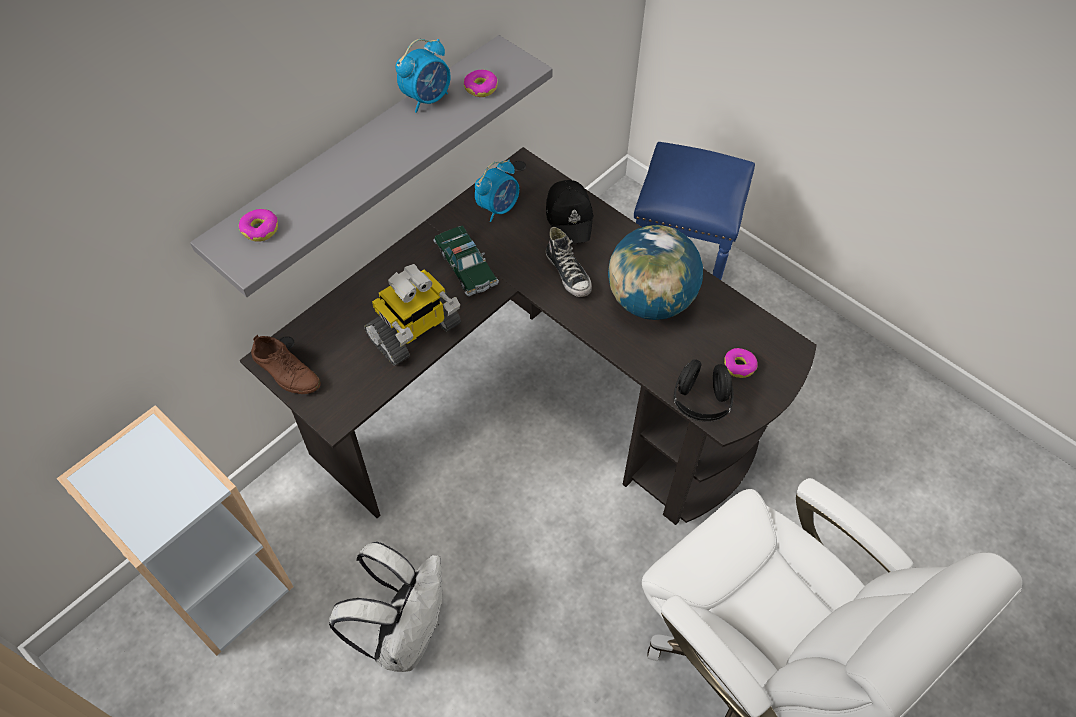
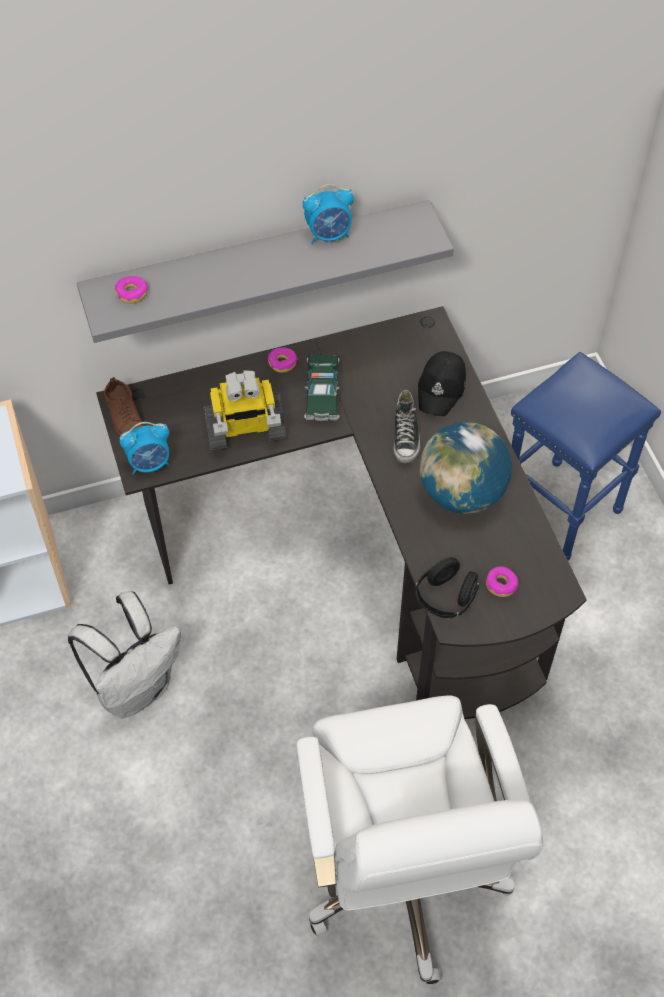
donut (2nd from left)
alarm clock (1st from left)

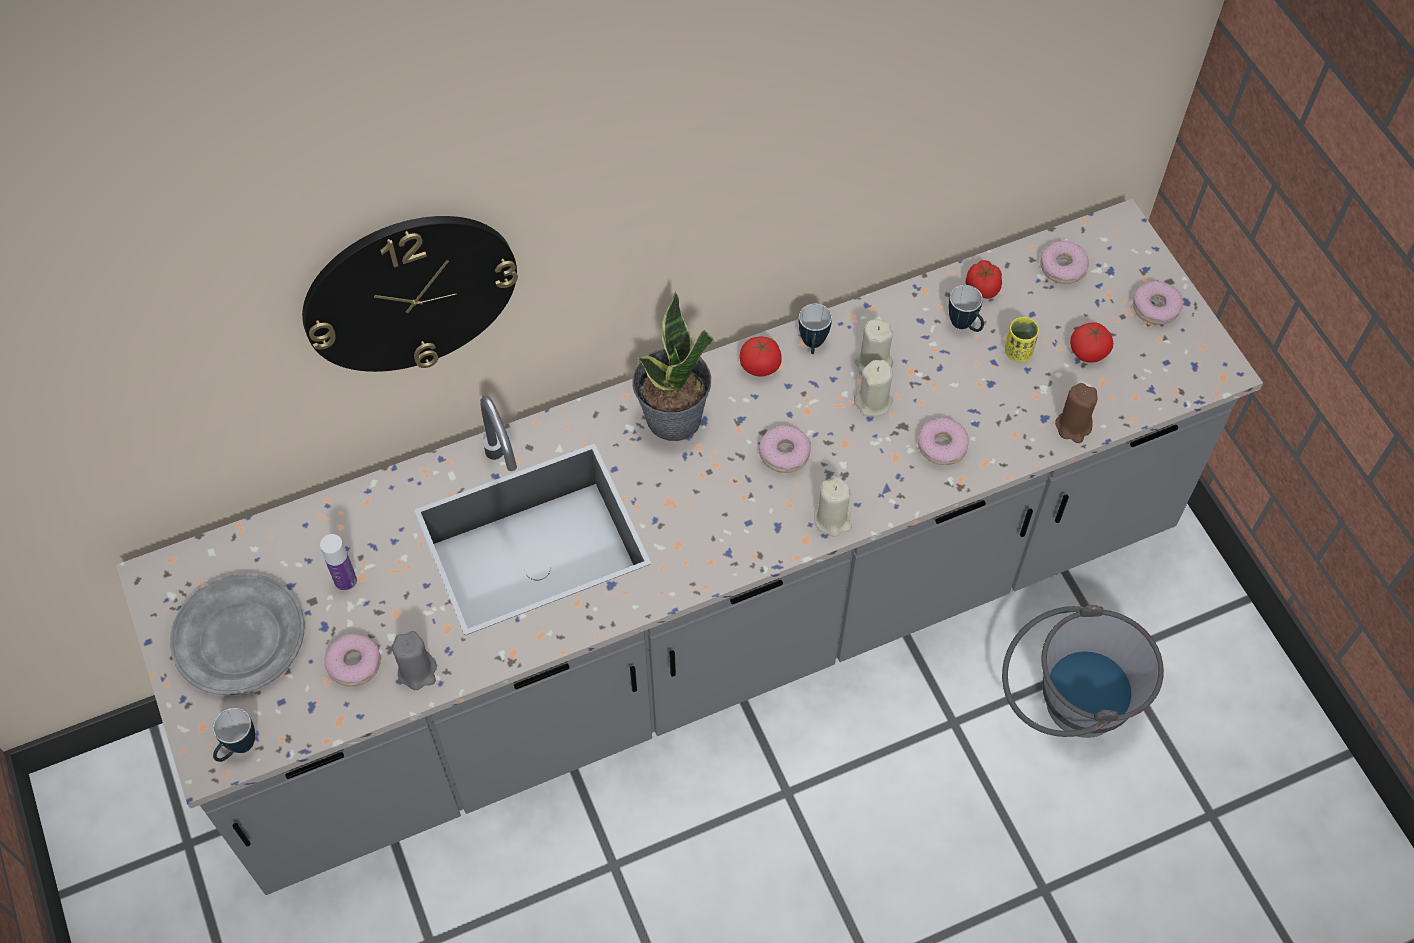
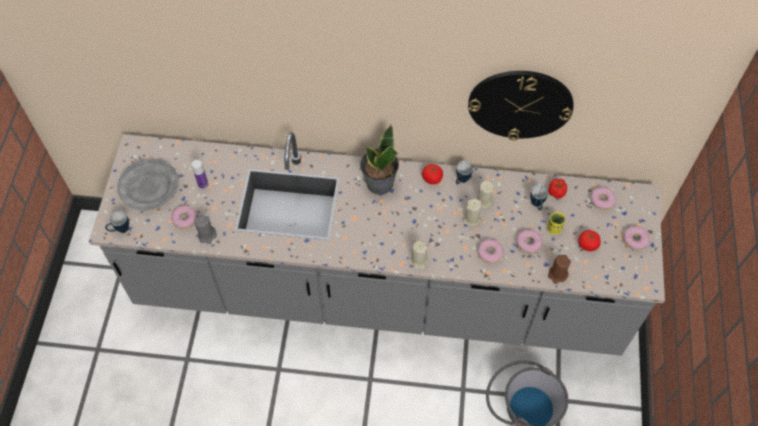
wall clock
donut (3rd from left)

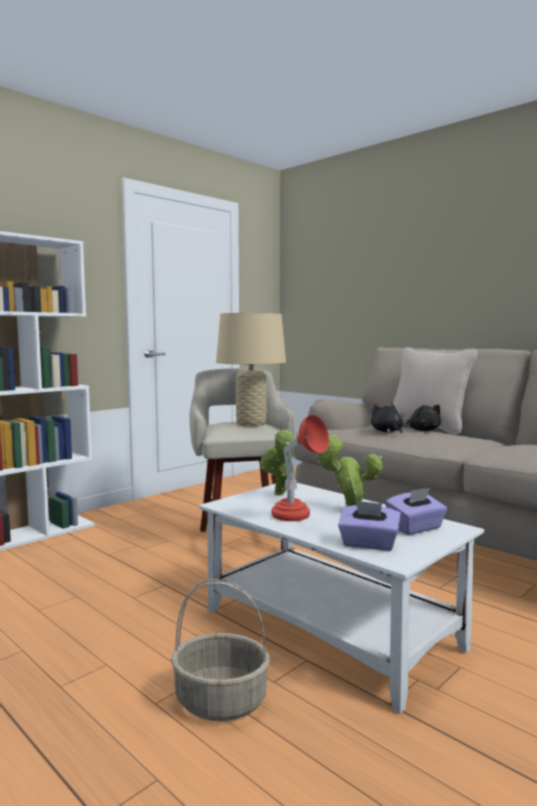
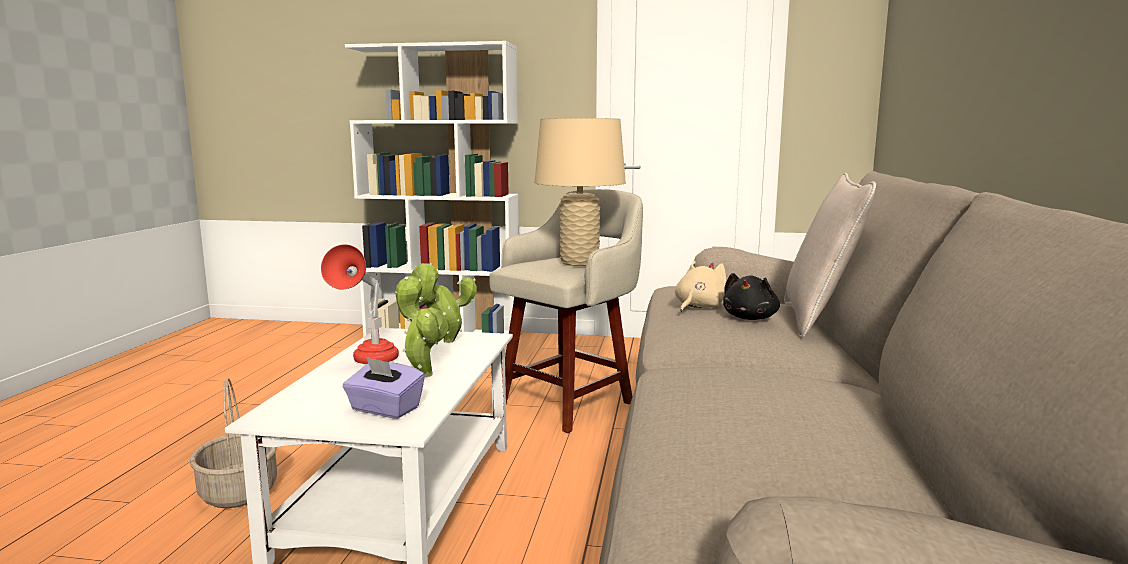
beige plush toy
purple tissue box (1st from left in the first image)

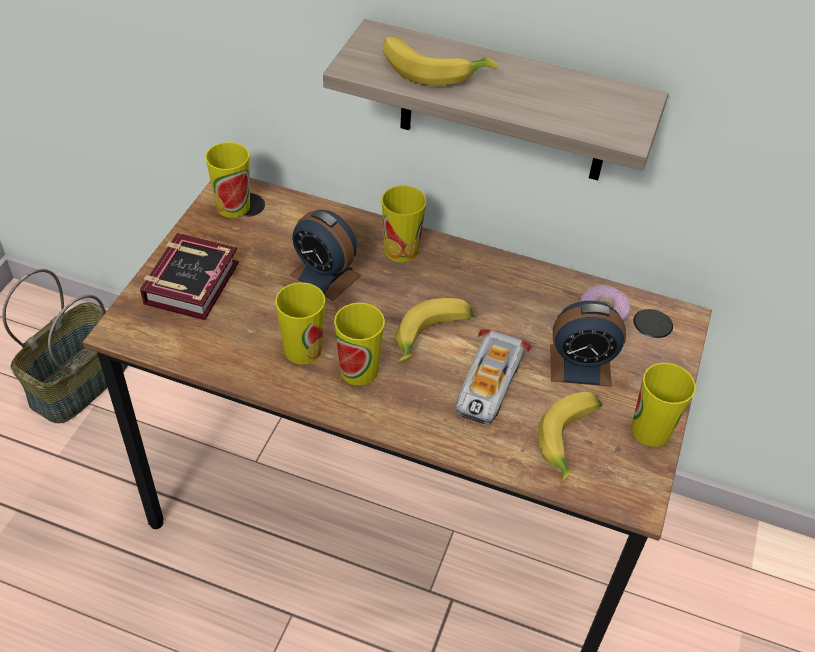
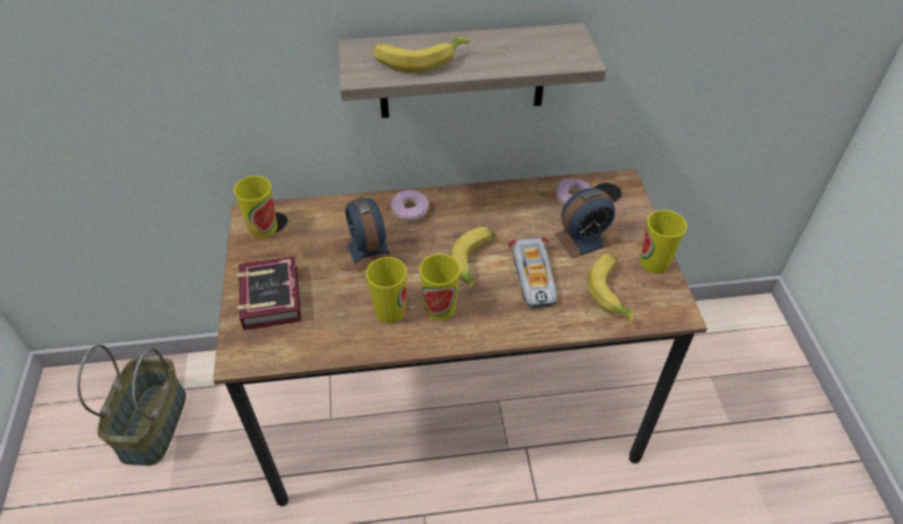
donut (1st from left)
alarm clock (1st from left)

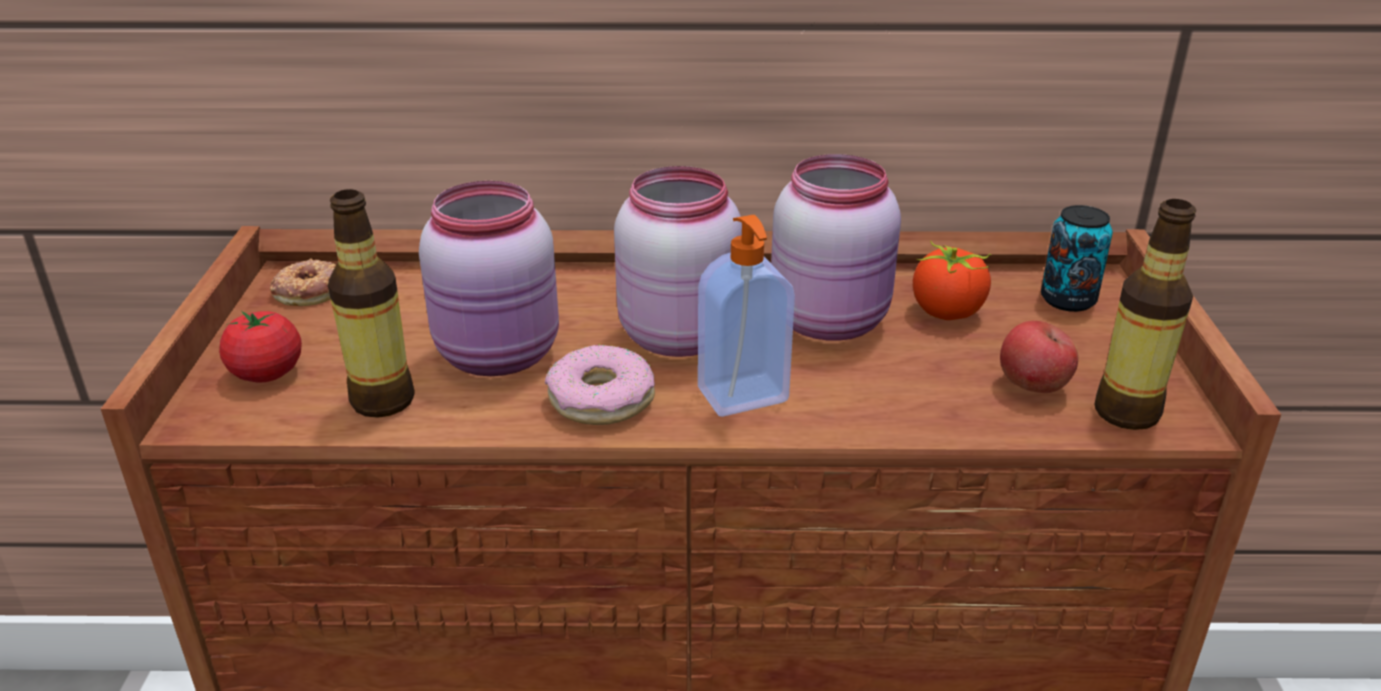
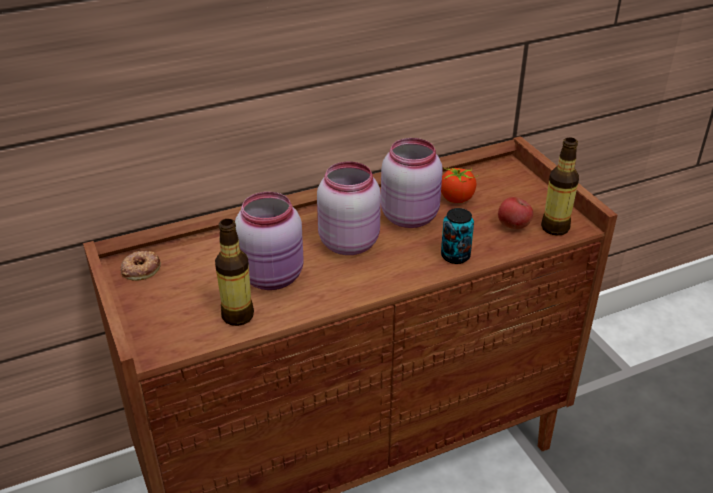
can
soap dispenser
tomato (1st from left in the first image)
donut (2nd from left in the first image)

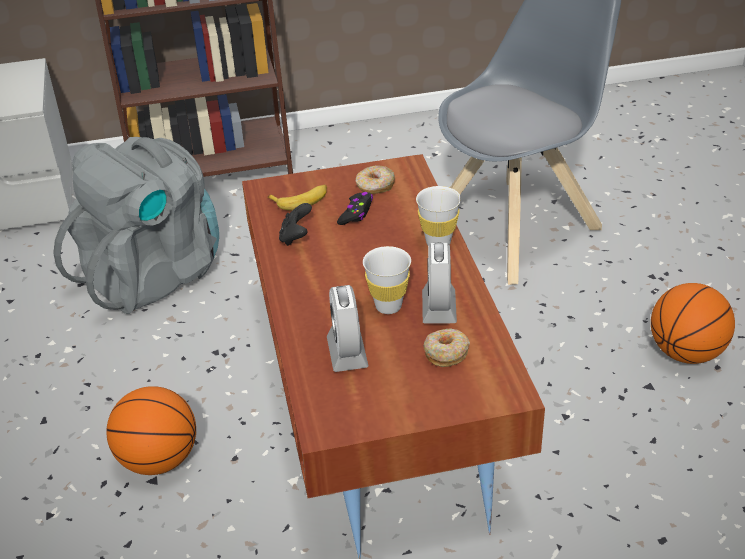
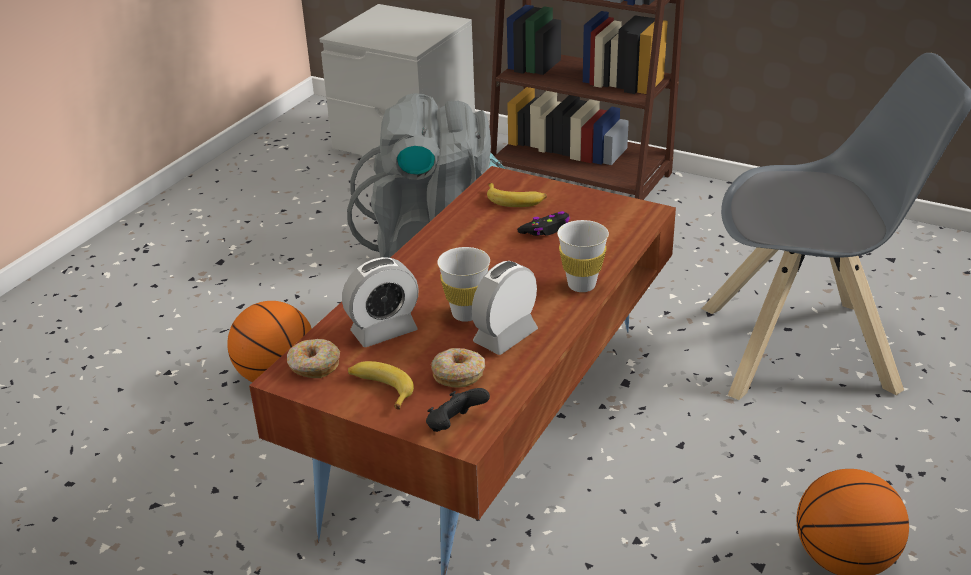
donut (1st from left)
black game controller (1st from left)
alarm clock (1st from left)
banana (1st from left)

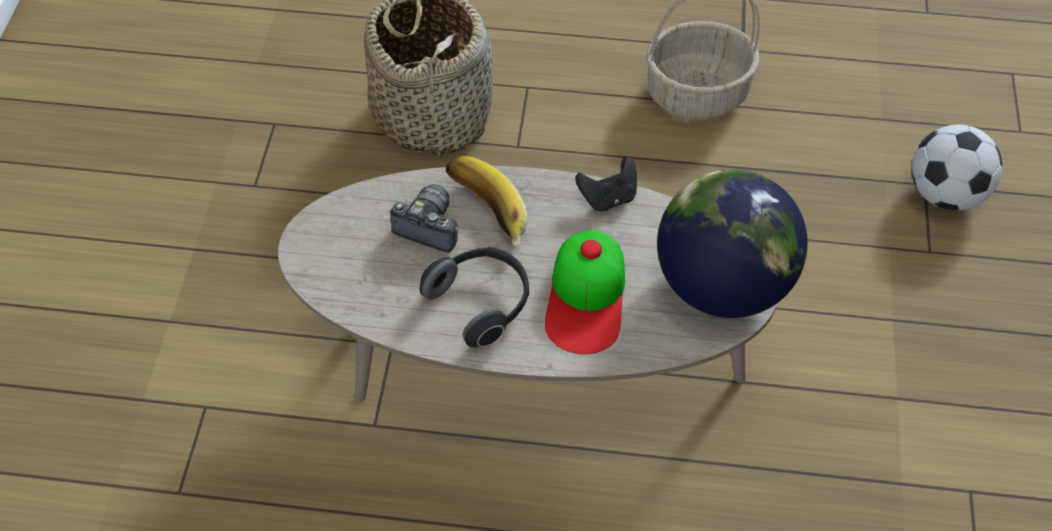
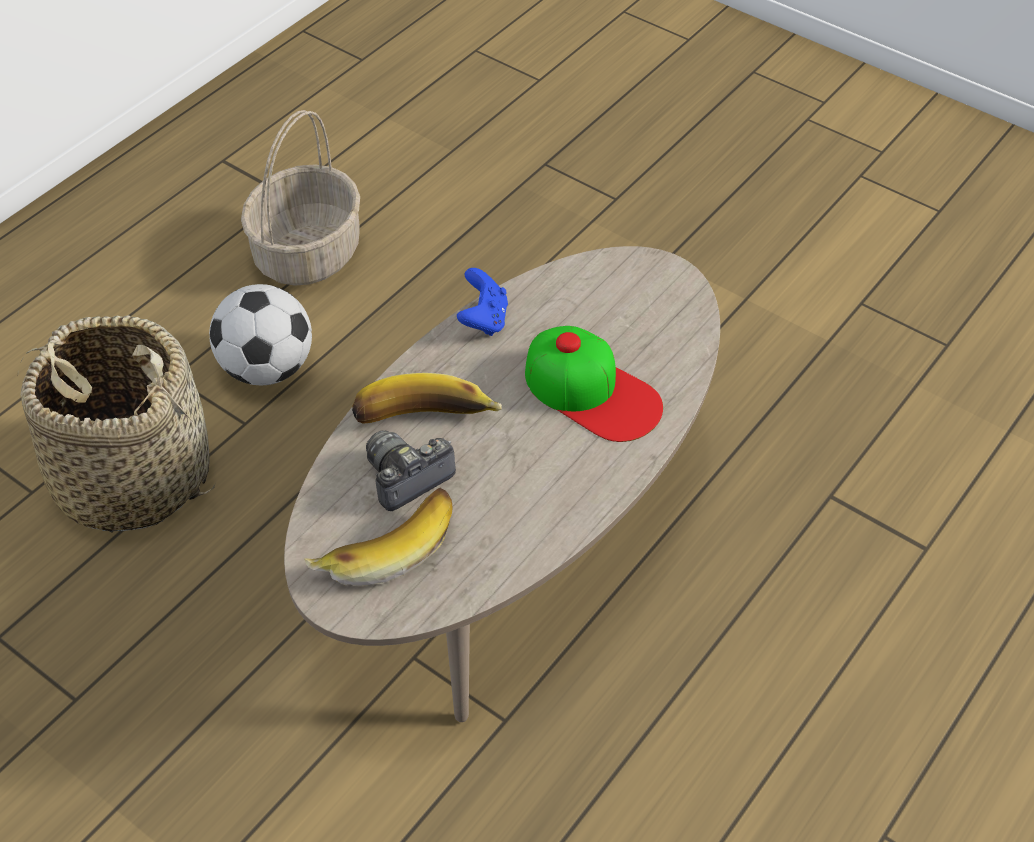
football
blue game controller
globe
headphones
banana (1st from left)

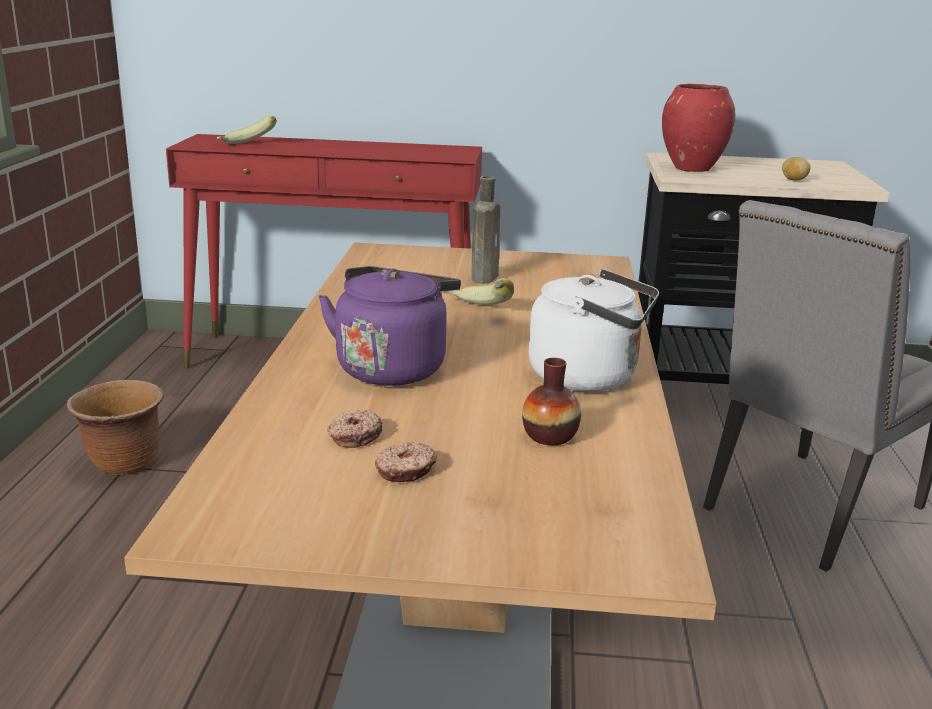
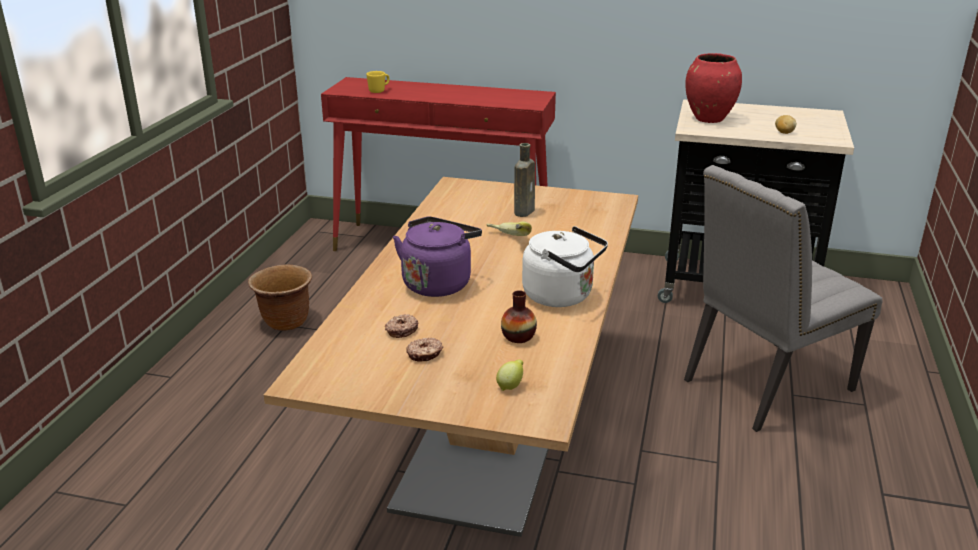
yellow mug
lemon

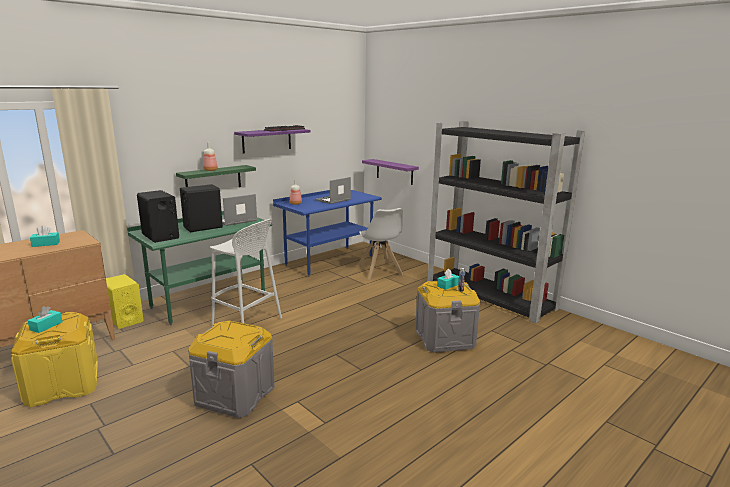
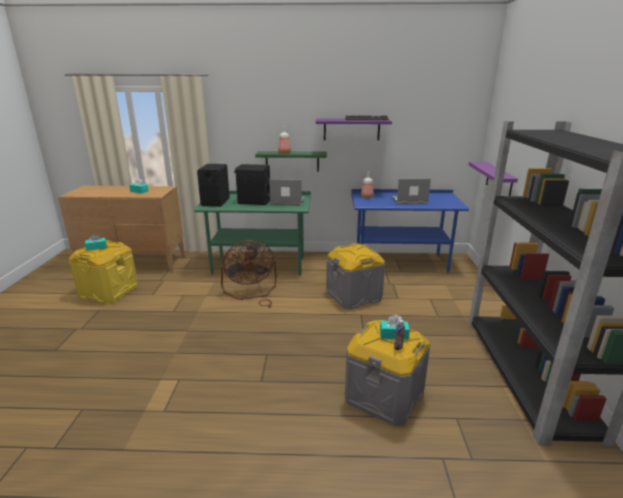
chair
brown fan
yellow speaker
grey storage box (1st from left)

